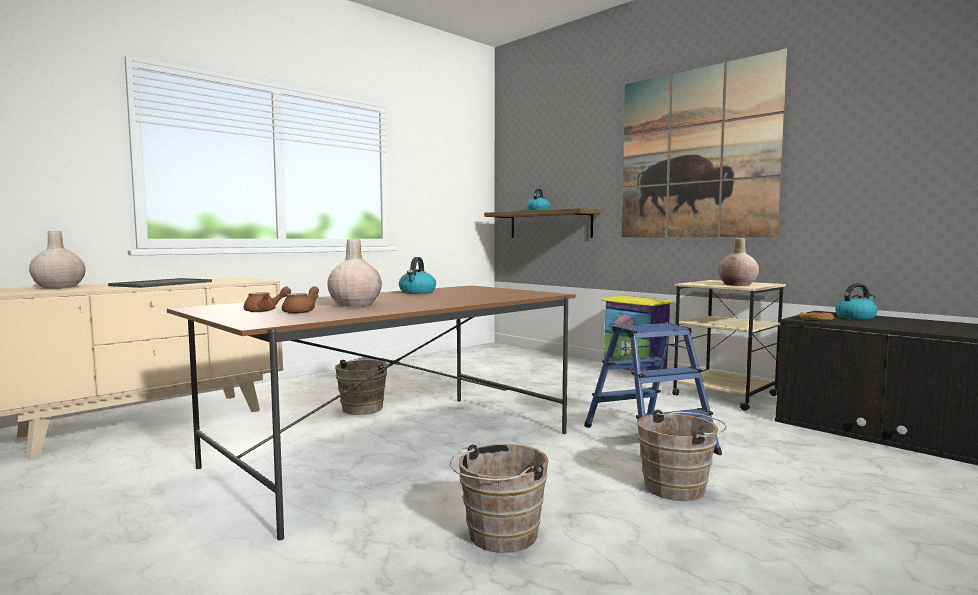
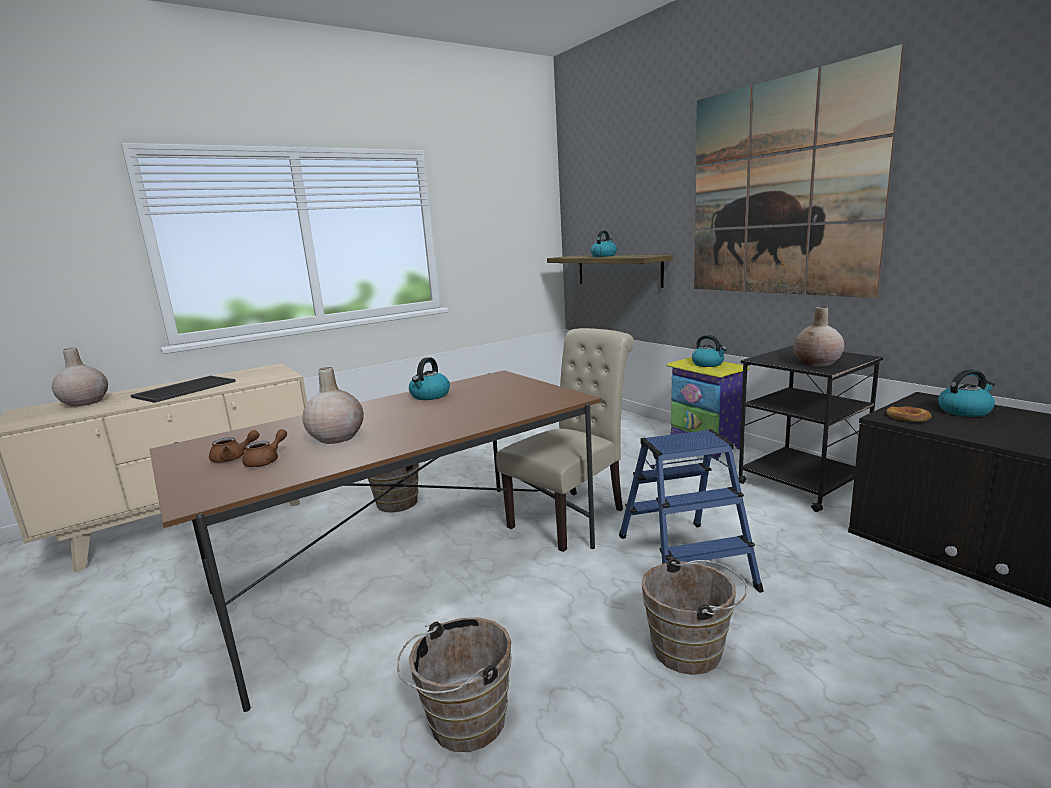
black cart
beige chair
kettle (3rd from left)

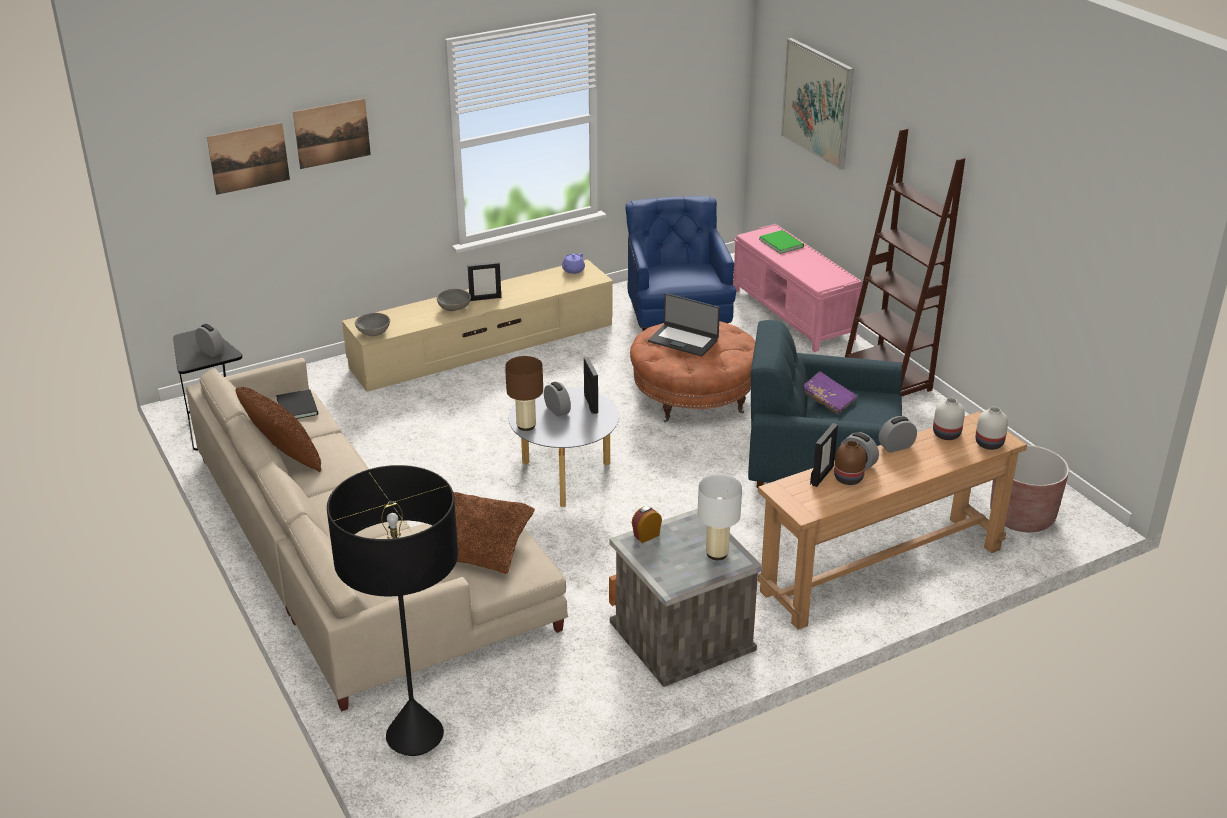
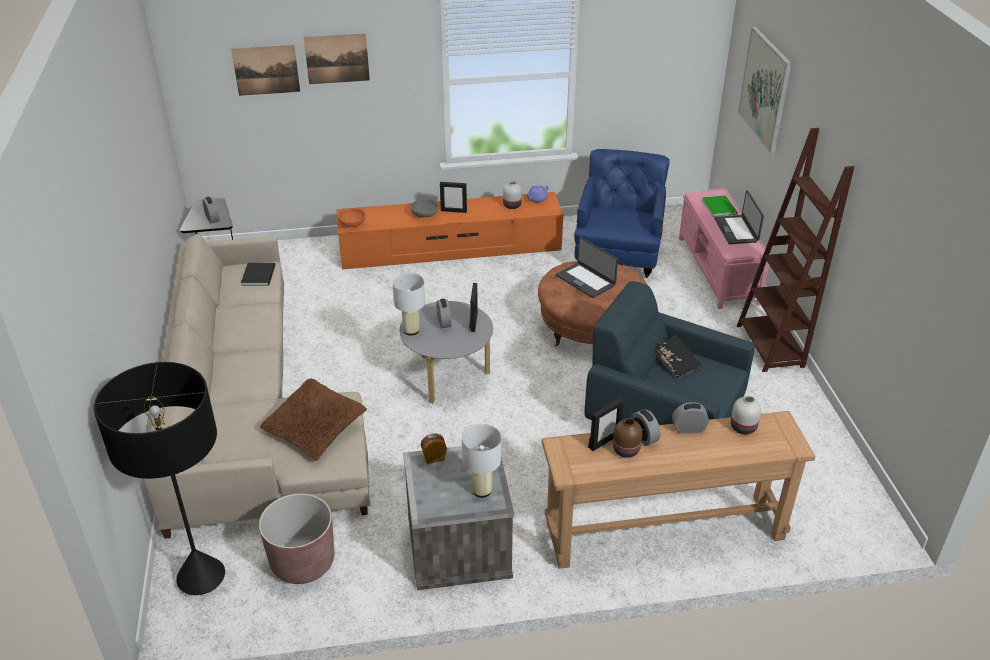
orange tv stand
orange bowl
white table lamp (1st from left)
black book (2nd from left)
brown pillow (1st from left in the first image)
white vase (1st from left)
brown planter
laptop (2nd from left)

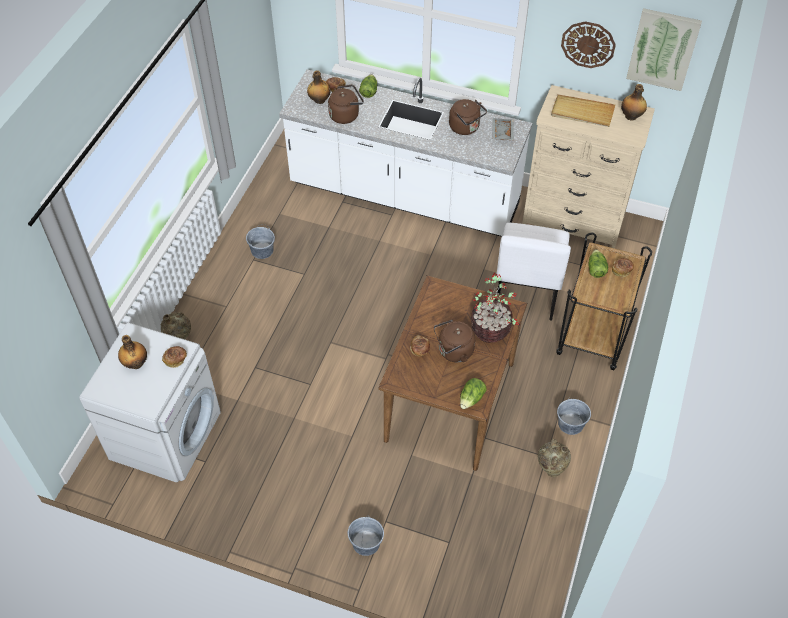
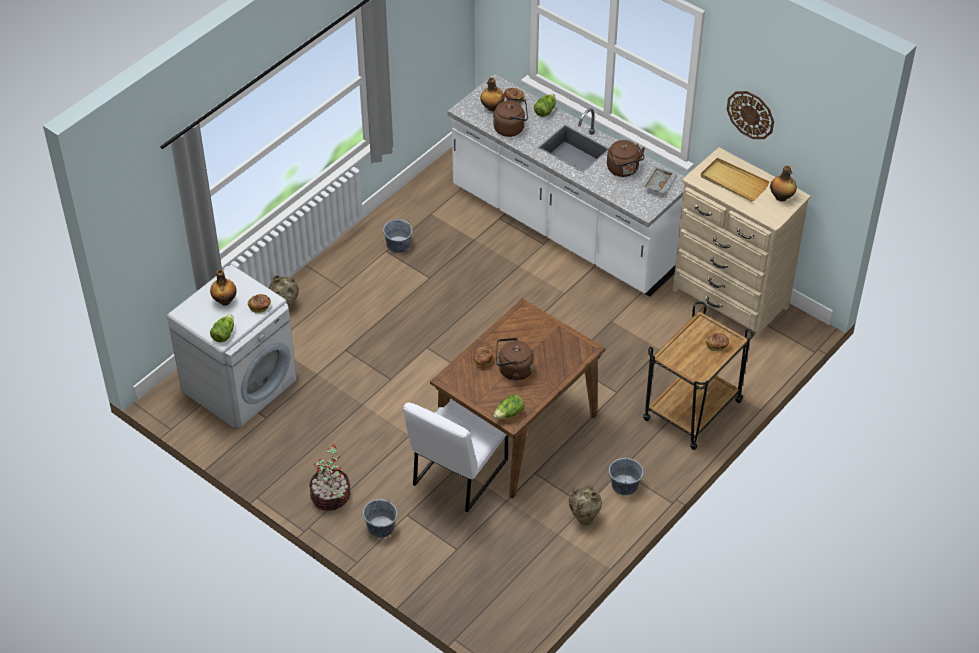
picture
white chair
lettuce (1st from left)
potted plant

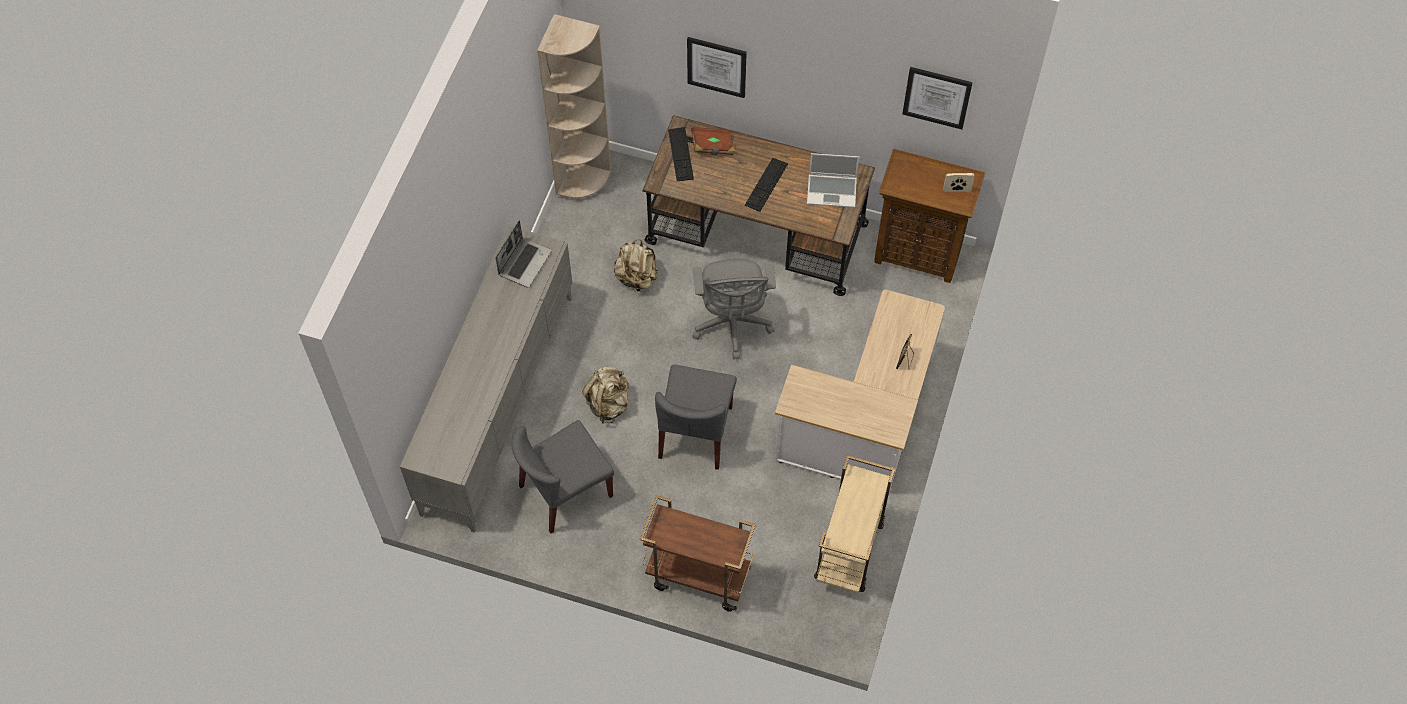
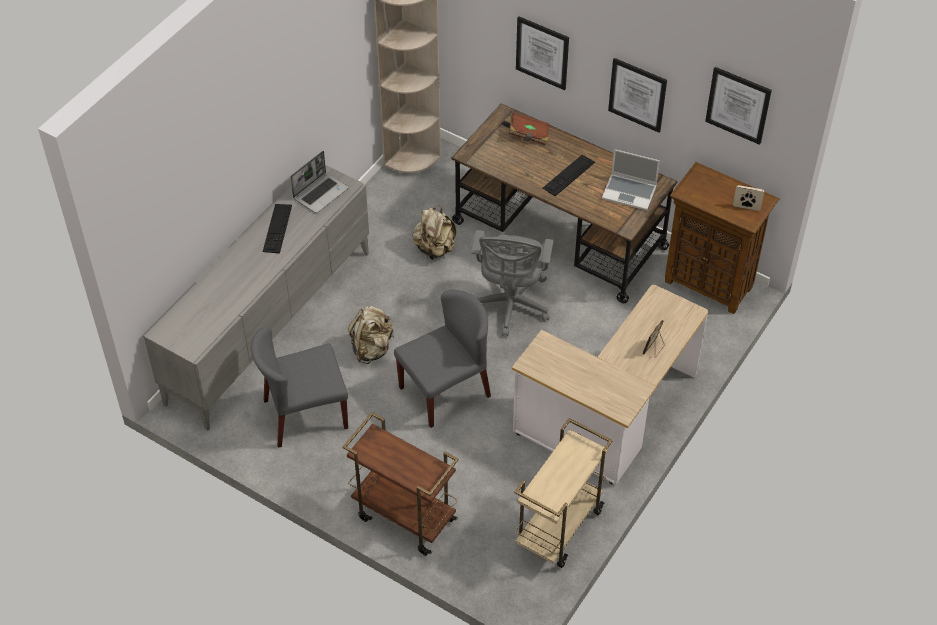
keyboard (1st from left)
grey chair (2nd from left)
picture (2nd from left)

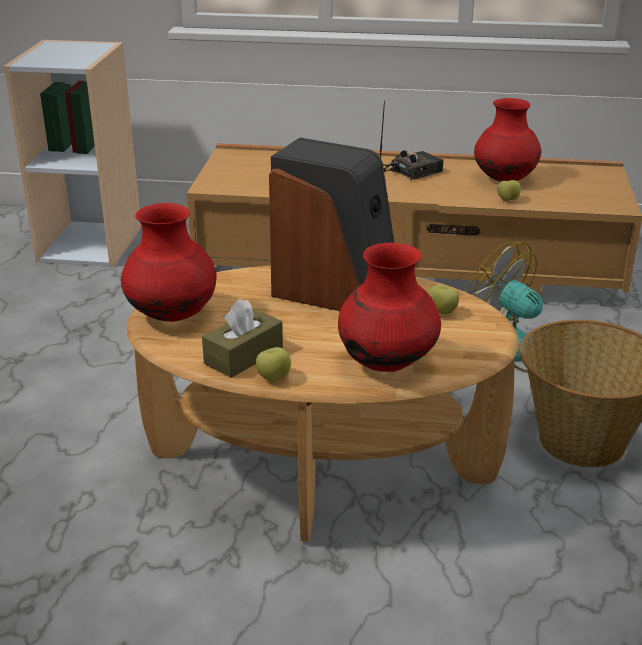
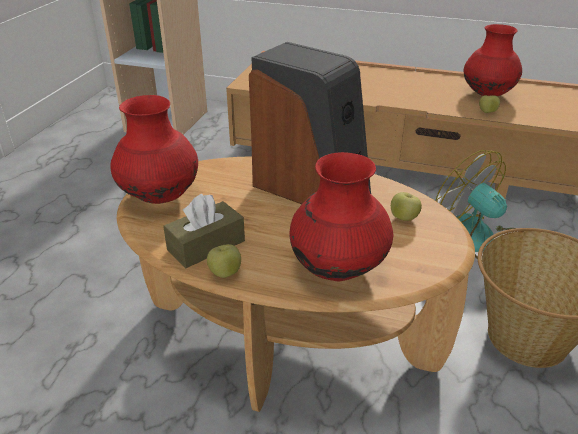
radio

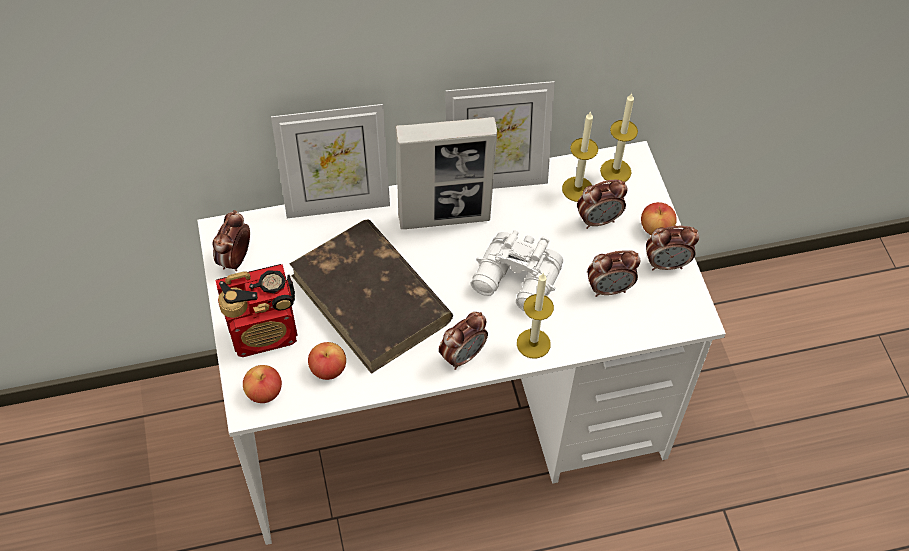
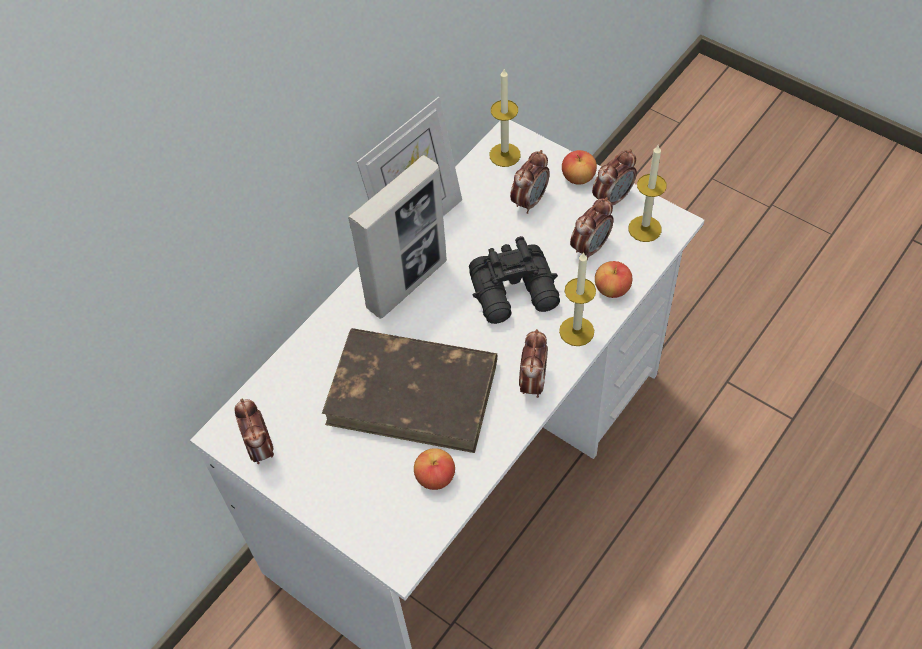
picture frame (1st from left in the first image)
candle (3rd from left)
black binoculars
radio
apple (3rd from left)

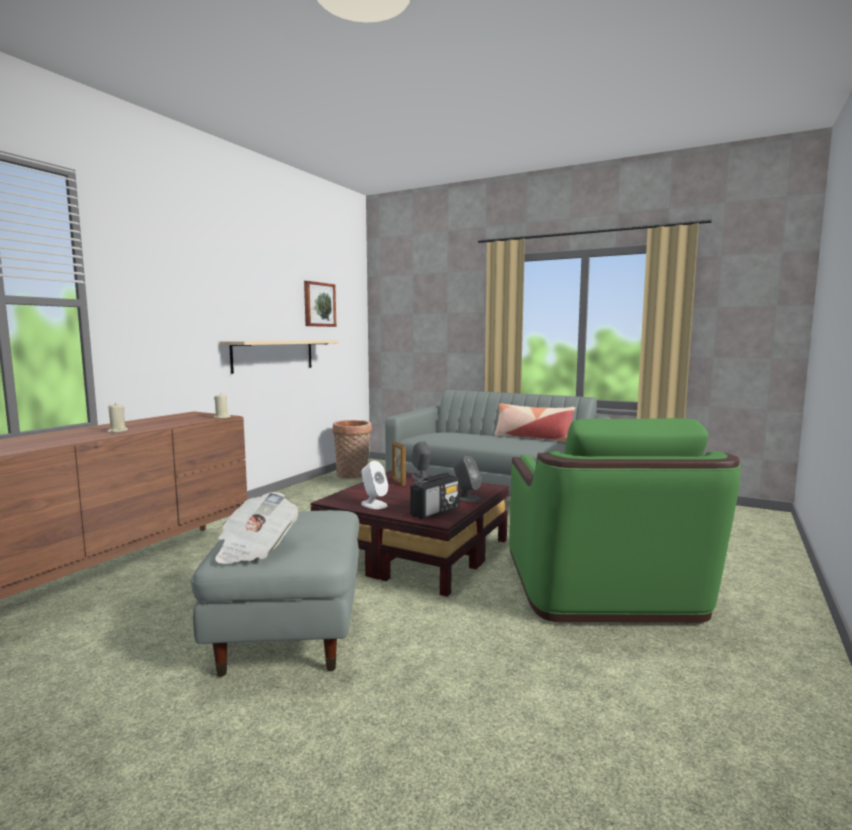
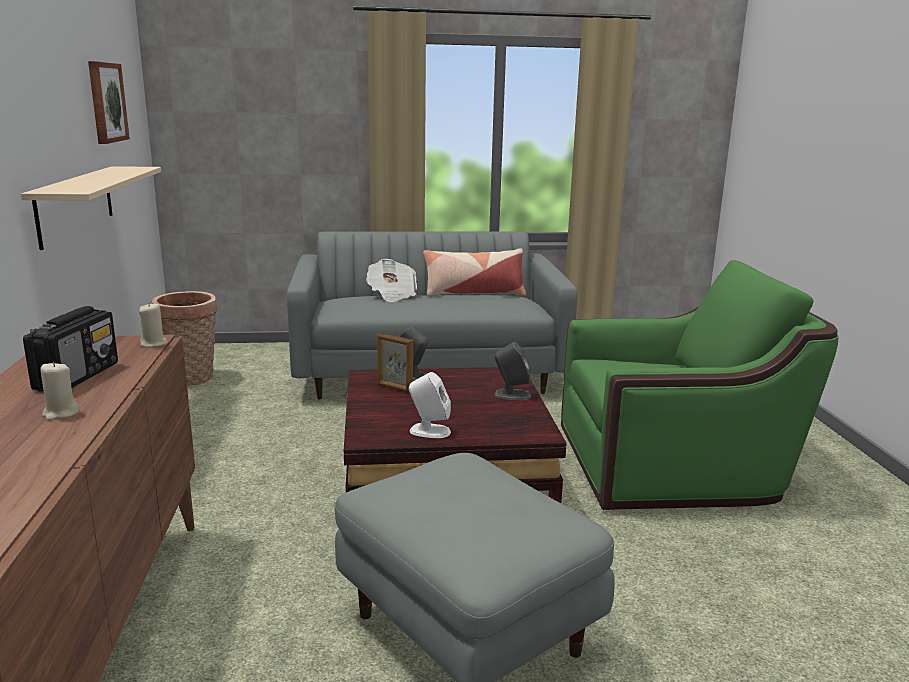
green armchair
radio
newspaper

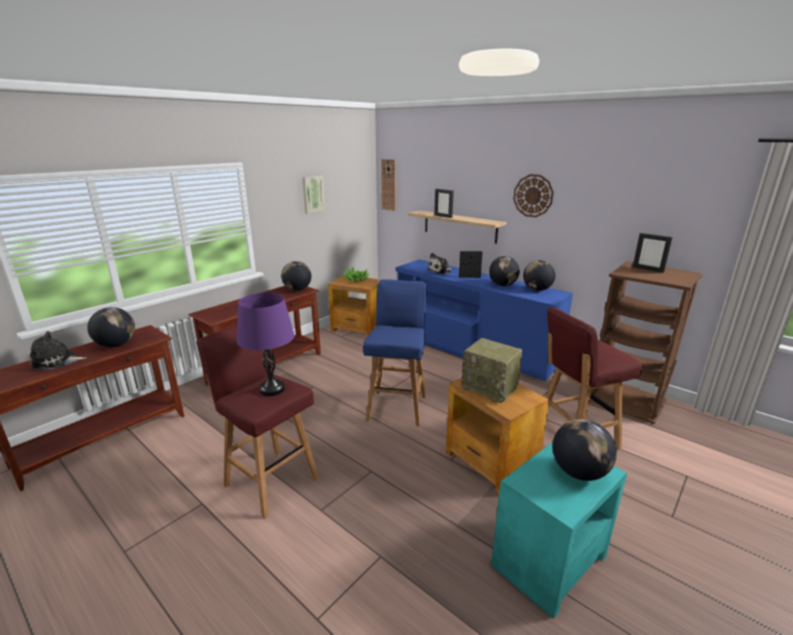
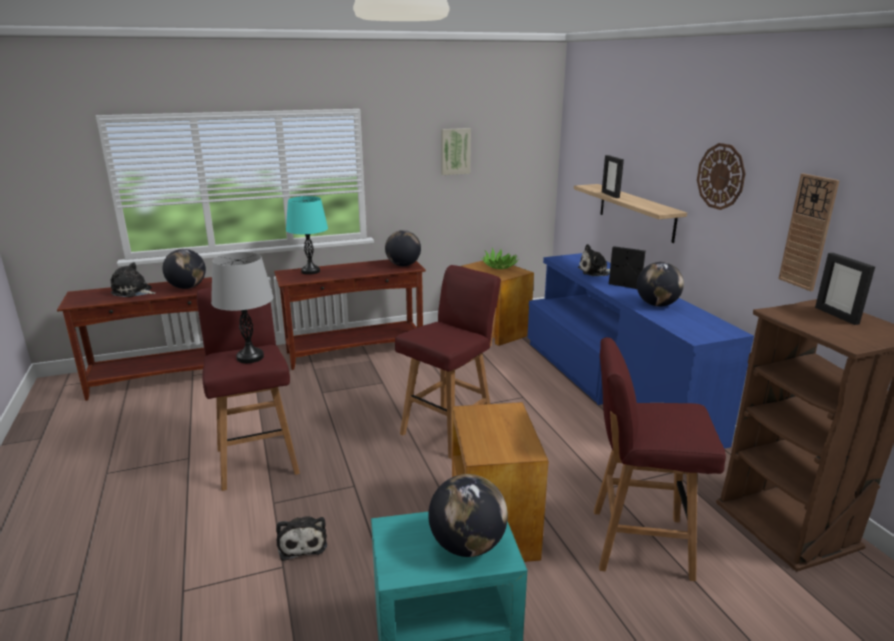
wall clock (2nd from left)
globe (4th from left in the first image)
red stool (2nd from left)
grey table lamp
radio
turquoise table lamp
plush toy (2nd from left)

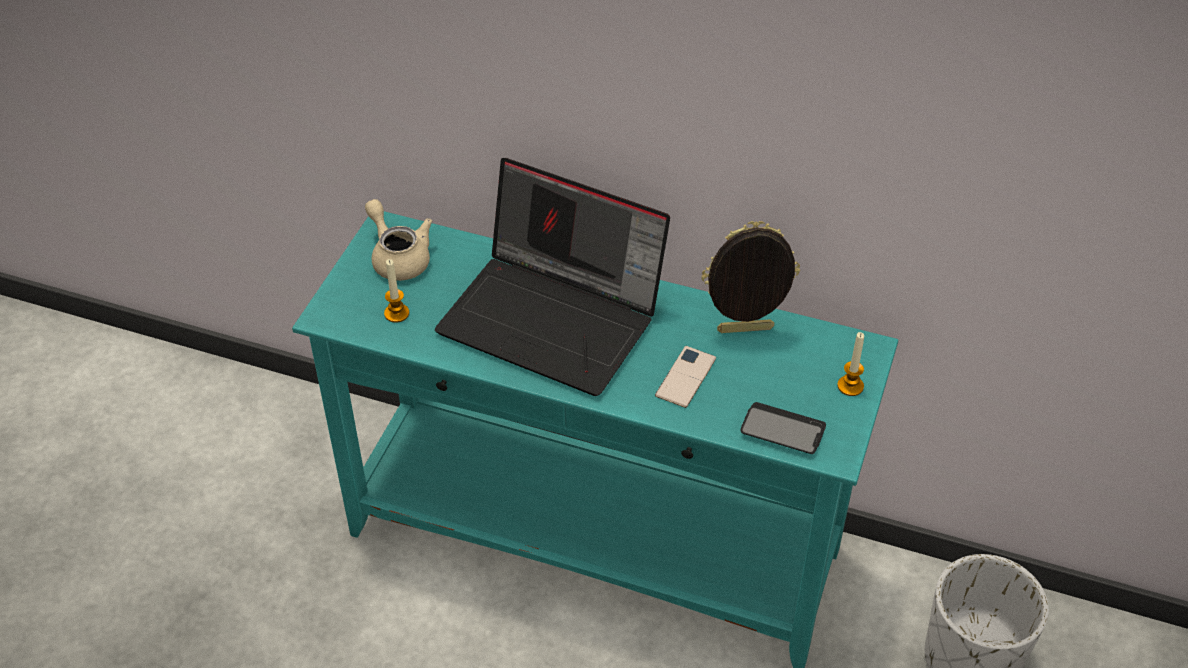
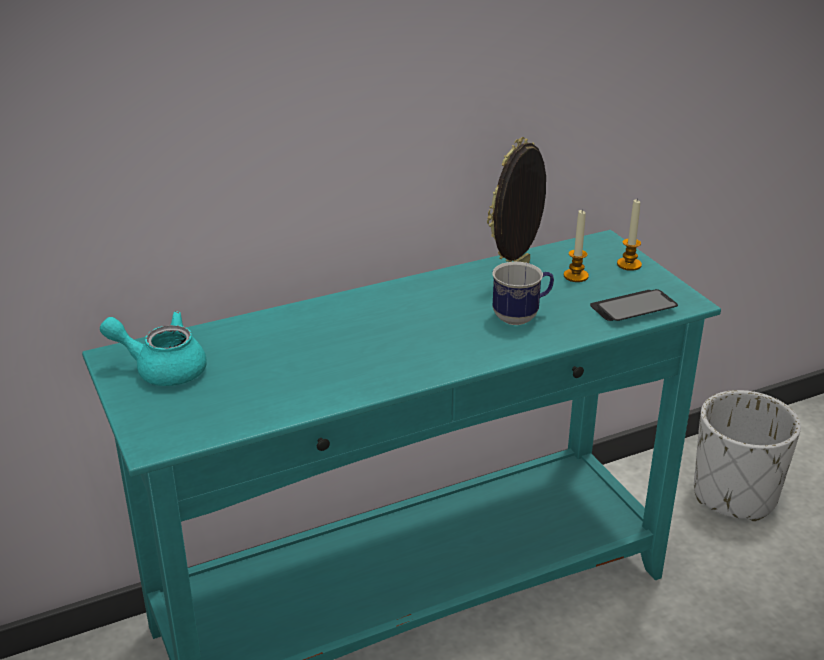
laptop
turquoise teapot
candle (1st from left)
mug

